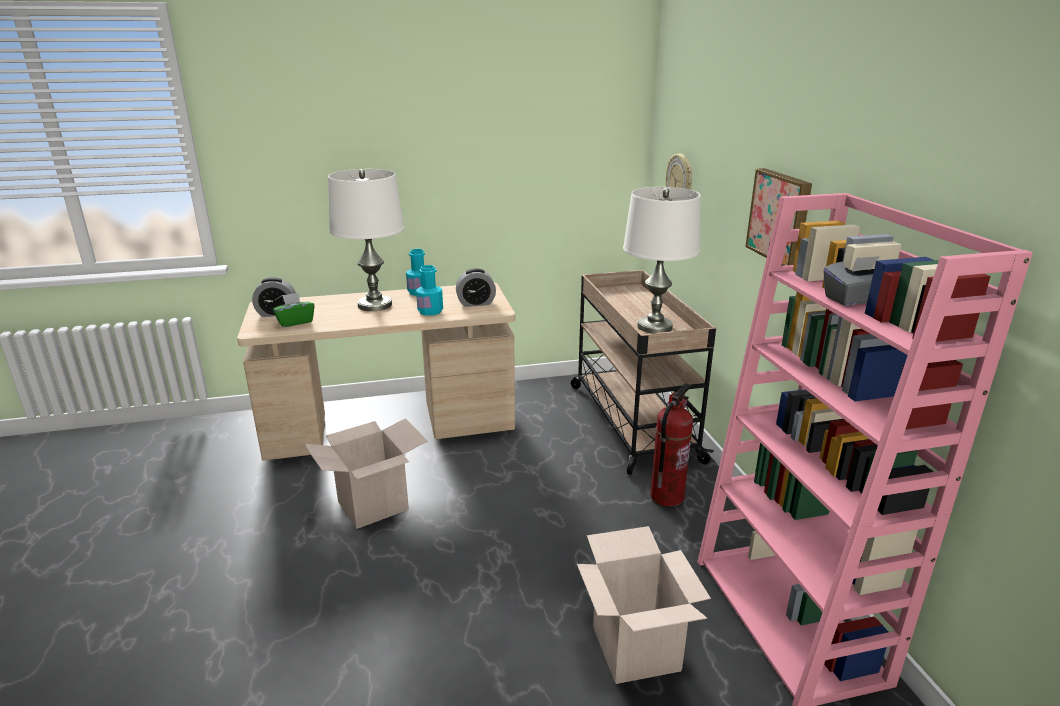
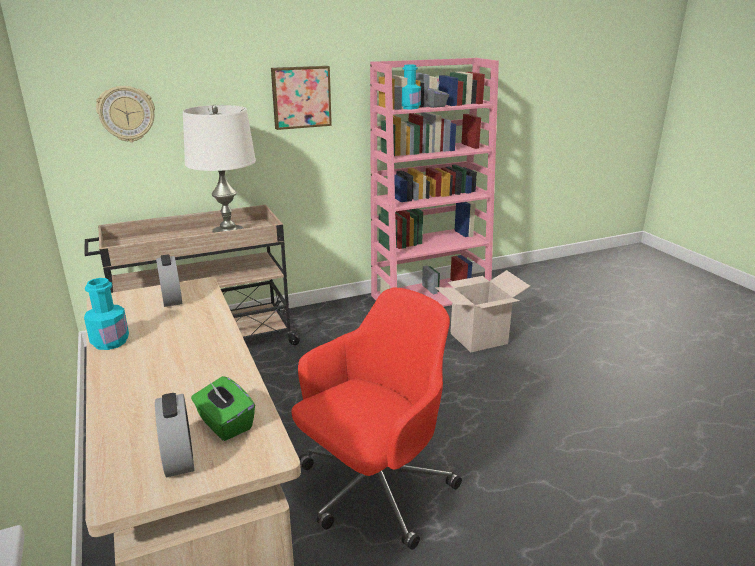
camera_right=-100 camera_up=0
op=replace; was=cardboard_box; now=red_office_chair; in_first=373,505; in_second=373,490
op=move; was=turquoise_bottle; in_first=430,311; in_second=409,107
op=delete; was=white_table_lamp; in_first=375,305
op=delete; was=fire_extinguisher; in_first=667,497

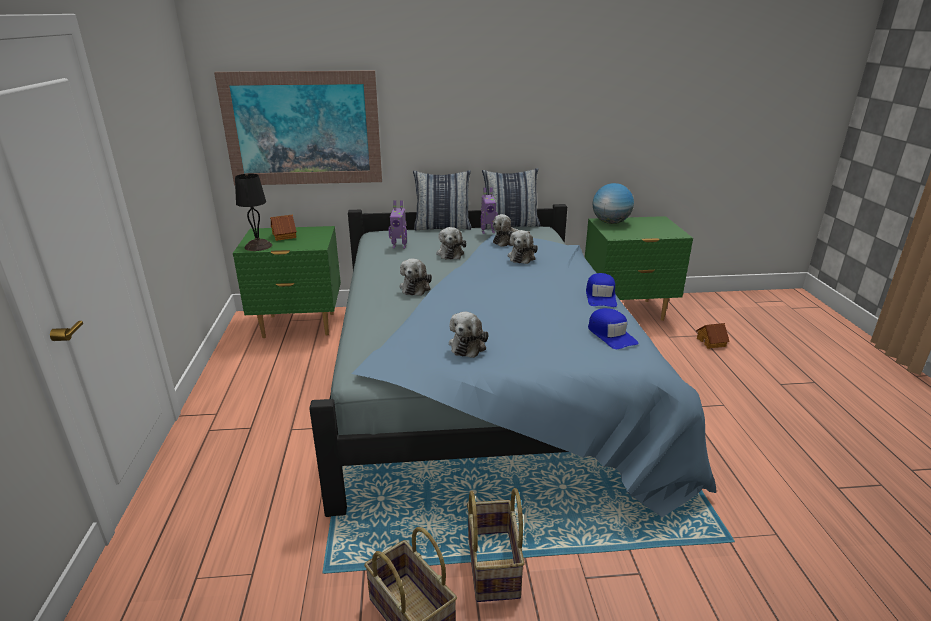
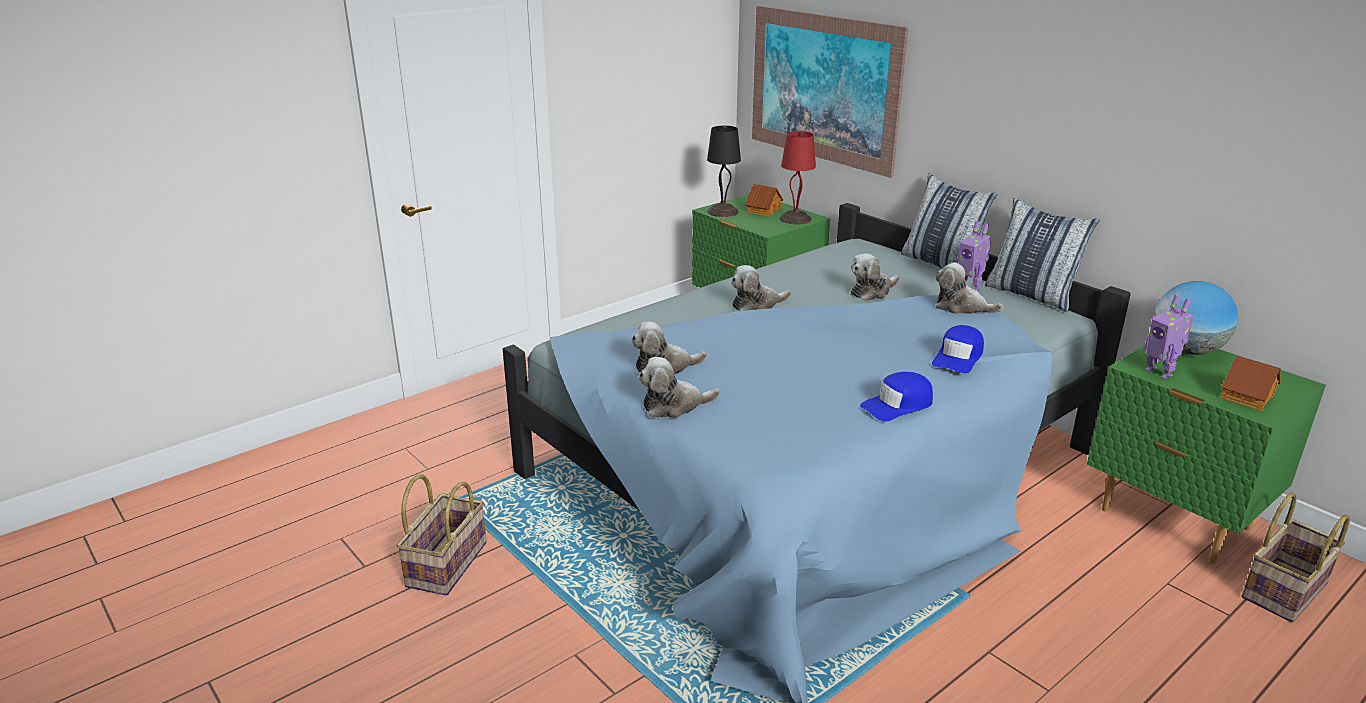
camera_right=55 camera_up=0
op=move; was=plush_toy; in_first=522,257; in_second=674,406
op=insert; now=red_table_lamp; in_second=795,218
op=move; was=blue_cap; in_first=611,335; in_second=958,357
op=move; was=toy_robot; in_first=399,246; in_second=1159,372
op=move; was=toy_house; in_first=711,342; in_second=1248,397
op=move; was=basket; in_first=494,566; in_second=1285,591

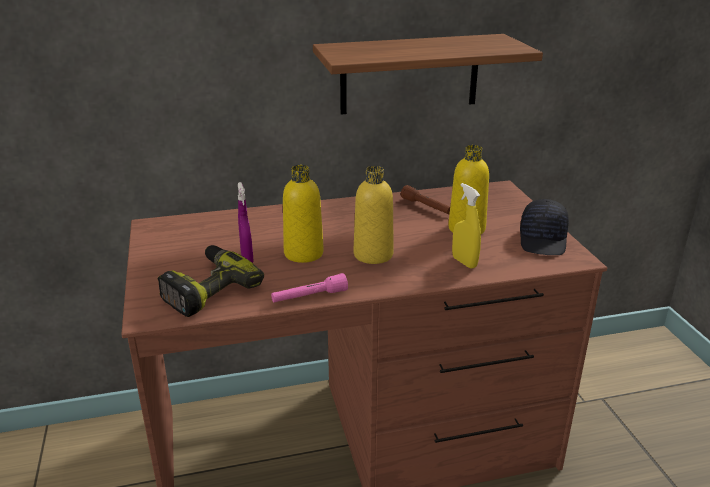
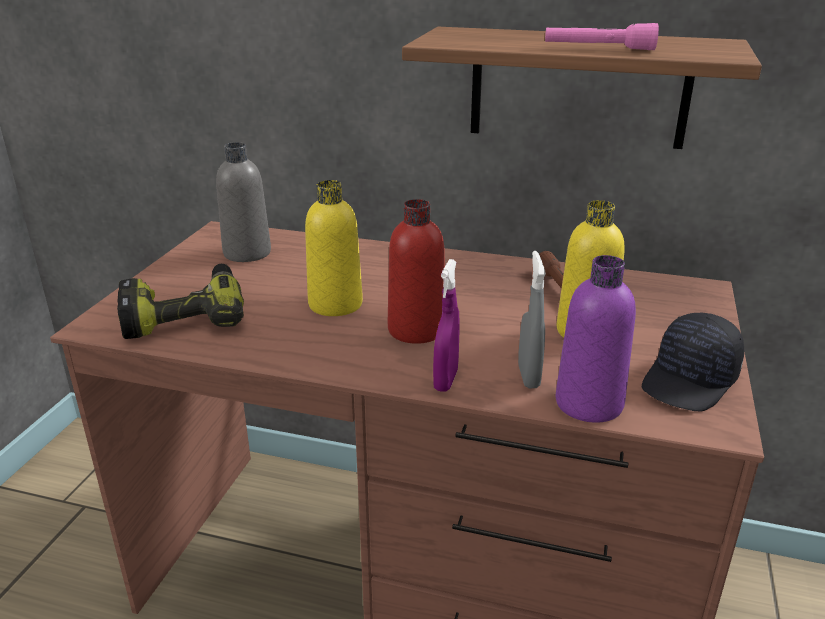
camera_right=30 camera_up=0
op=insert; now=grey_bottle; in_second=247,253
op=recolor; was=yellow_bottle; now=red_bottle; in_first=373,255; in_second=416,330
op=move; was=purple_spray_bottle; in_first=247,258; in_second=445,380
op=recolor; was=yellow_spray_bottle; now=grey_spray_bottle; in_first=464,262; in_second=528,376
op=move; was=pink_flashlight; in_first=309,297; in_second=598,49
op=insert; now=purple_bottle; in_second=589,403

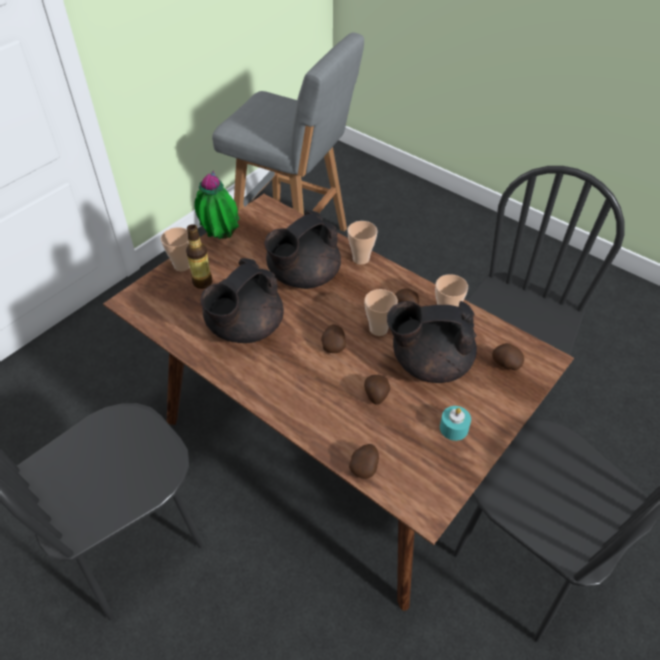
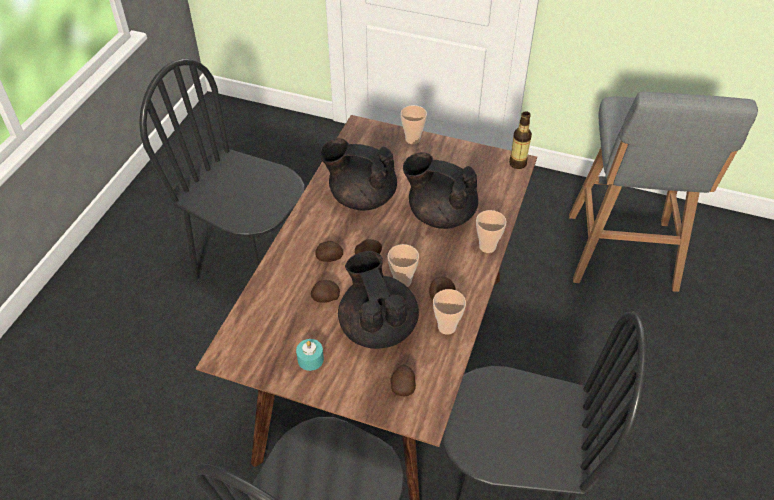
camera_right=70 camera_up=0
op=move; was=potato; in_first=365,467; in_second=330,258
op=move; was=bottle; in_first=202,282; in_second=517,163
op=delete; was=potted_plant; in_first=220,238

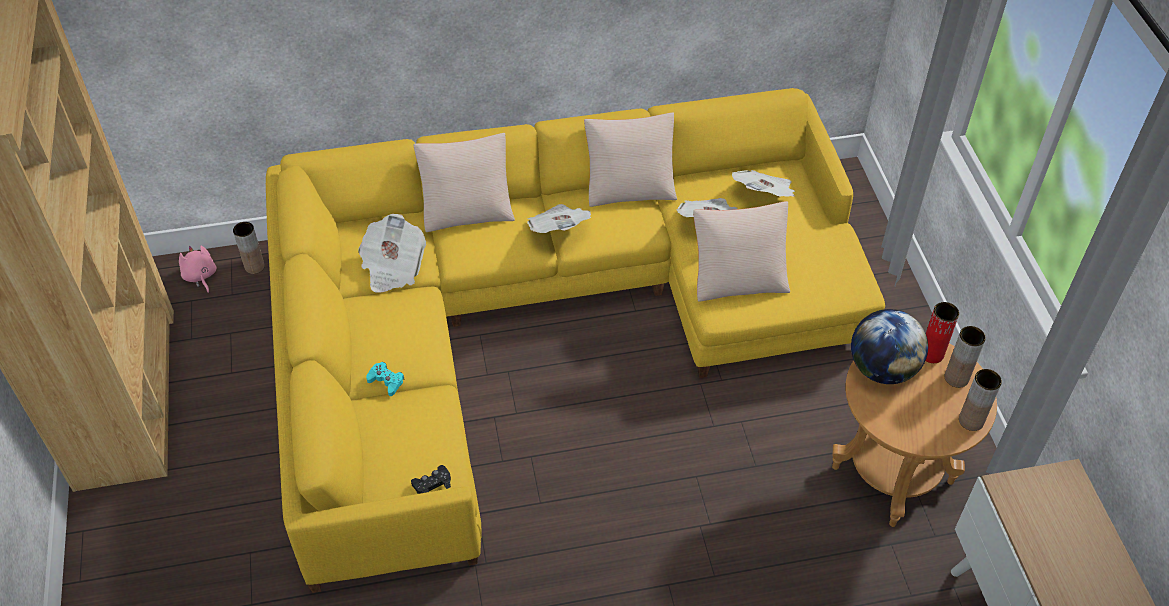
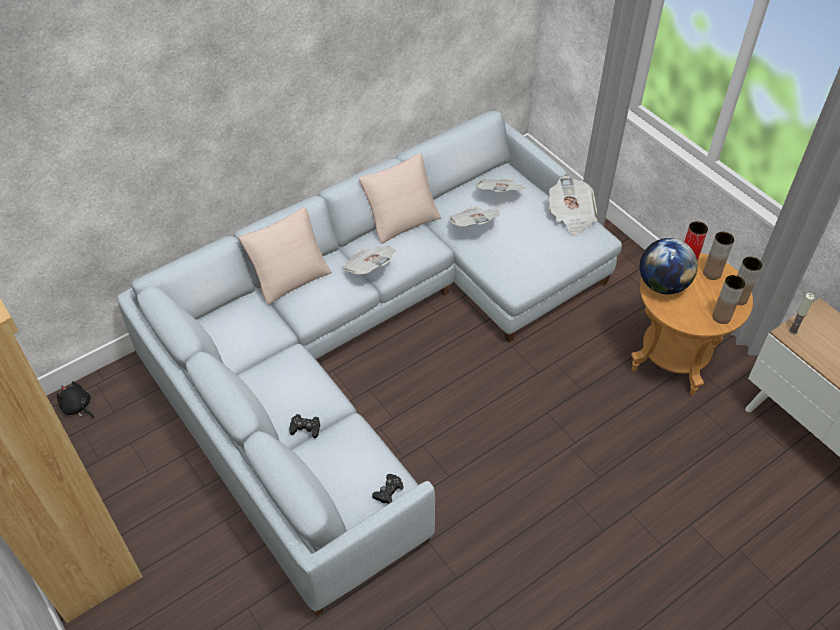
camera_right=-25 camera_up=0
op=recolor; was=pink_plush_toy; now=black_plush_toy; in_first=200,276; in_second=78,407
op=recolor; was=yellow_sofa; now=grey_sofa; in_first=542,319; in_second=372,341
op=recolor; was=turquoise_game_controller; now=black_game_controller; in_first=386,381; in_second=305,428
op=move; was=newspaper; in_first=393,267; in_second=571,216
op=move; was=brown_vase; in_first=254,266; in_second=721,316
op=insert; now=candle; in_second=793,330
op=delete; was=beige_pillow; in_first=738,277

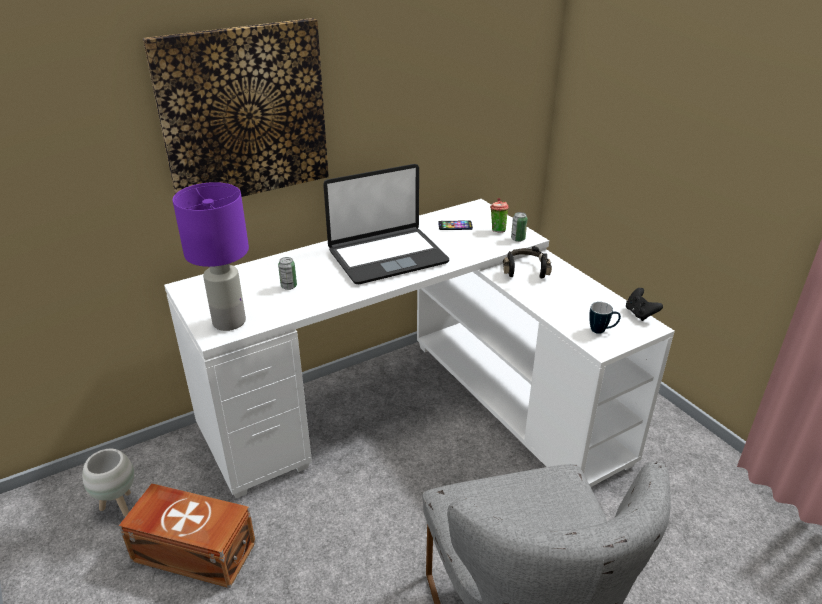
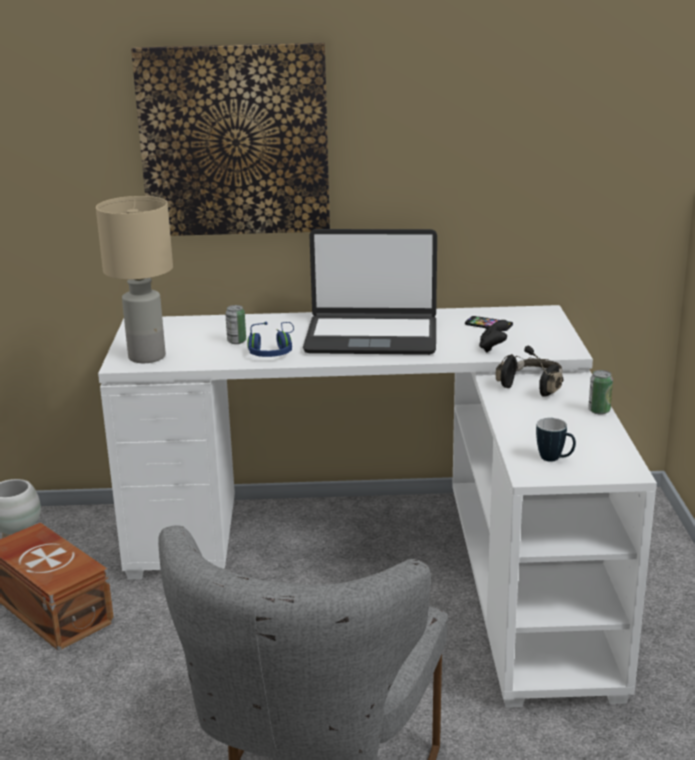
camera_right=30 camera_up=-10
op=recolor; was=purple_table_lamp; now=beige_table_lamp; in_first=228,322; in_second=146,357
op=insert; now=blue_headphones; in_second=272,350
op=move; was=black_game_controller; in_first=640,314; in_second=493,348
op=move; was=can; in_first=518,239; in_second=599,411
op=delete; was=cup; in_first=497,230

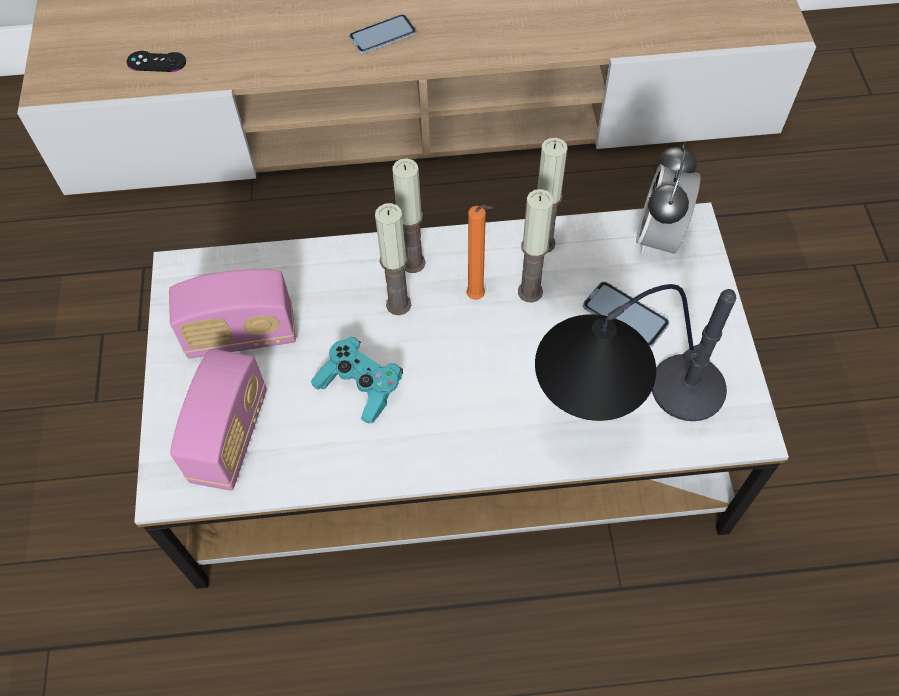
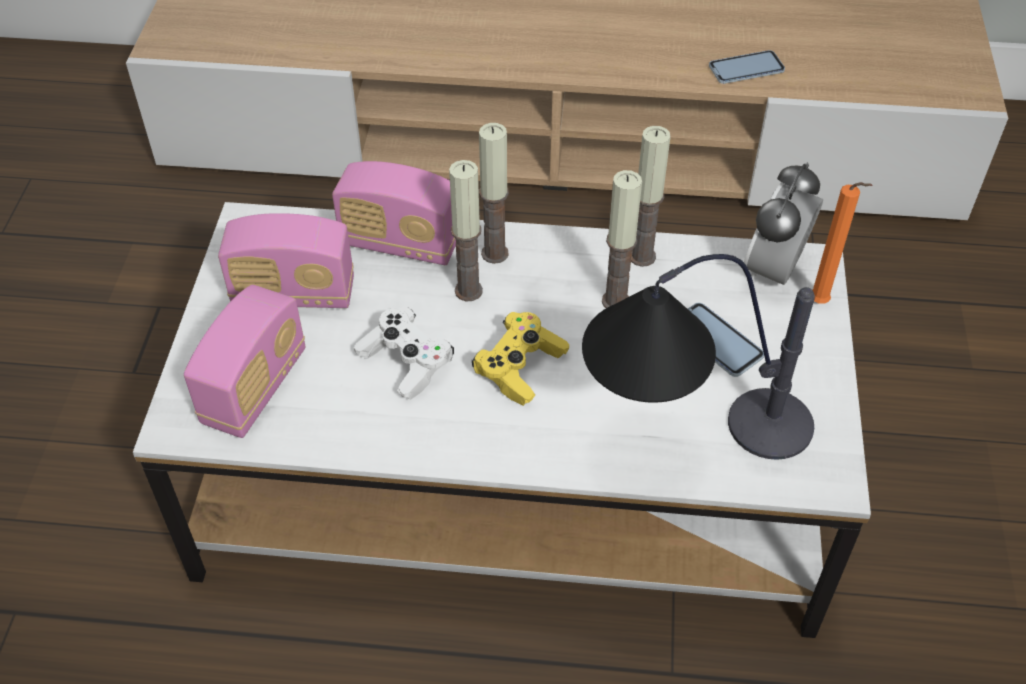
camera_right=10 camera_up=-10
op=insert; now=radio; in_second=400,243
op=recolor; was=turquoise_game_controller; now=white_game_controller; in_first=360,386; in_second=406,362
op=insert; now=yellow_game_controller; in_second=519,368
op=move; was=phone; in_first=382,35; in_second=746,69
op=move; was=orange_candle; in_first=478,297; in_second=821,304
op=delete; was=black_game_controller; in_first=156,62

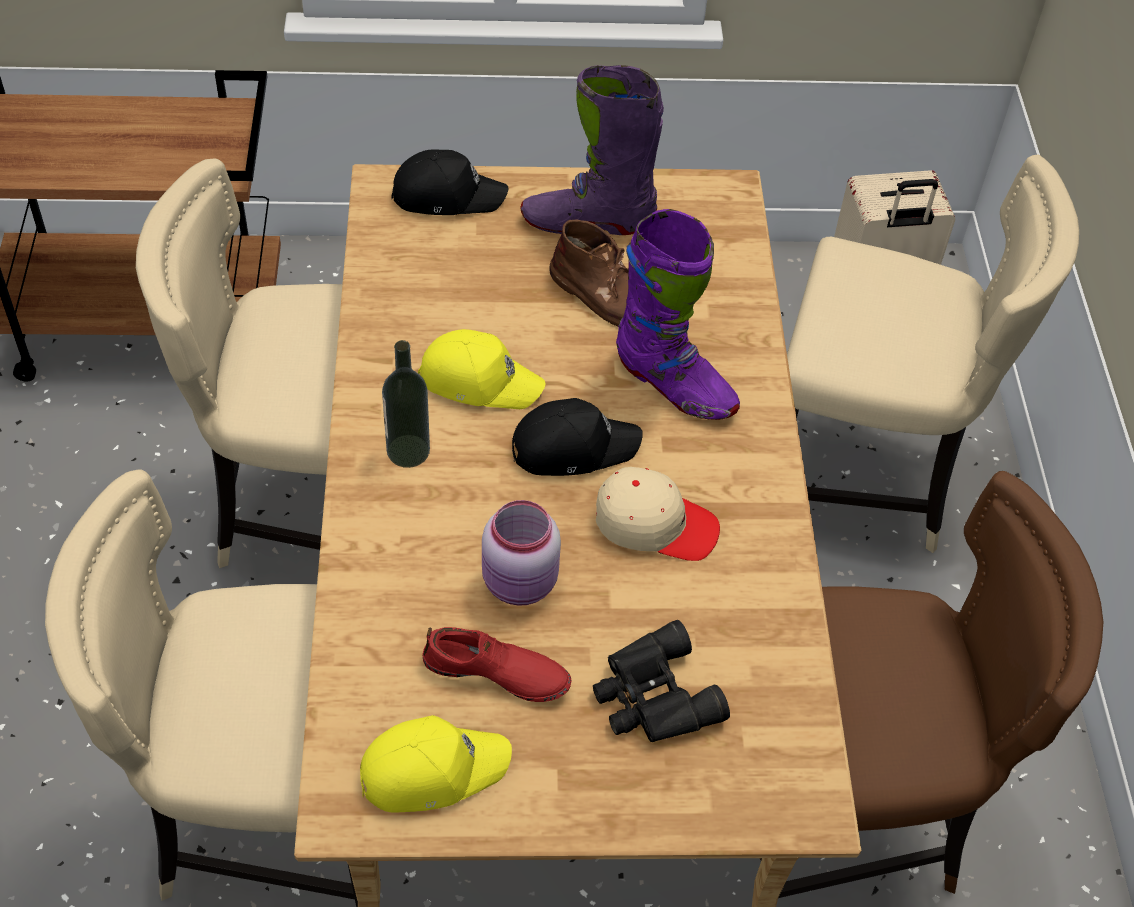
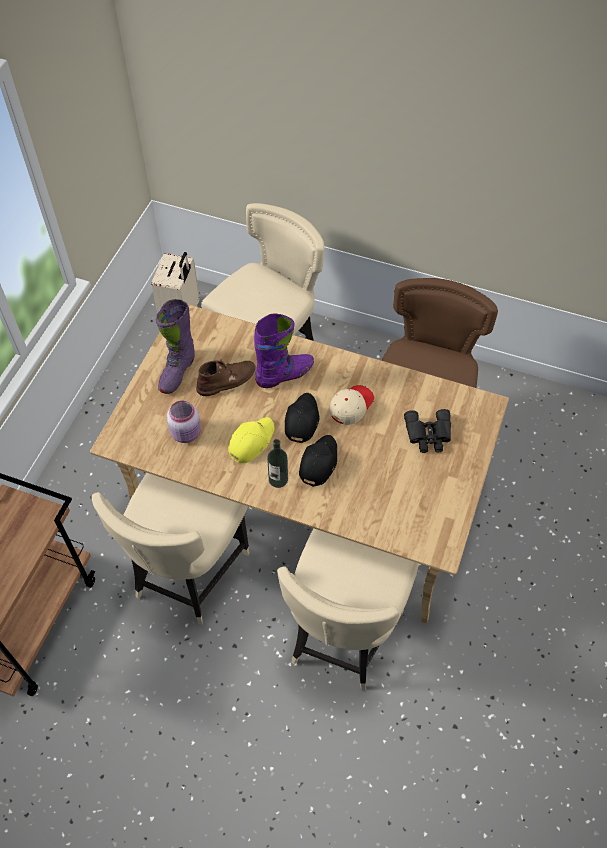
camera_right=-65 camera_up=5
op=move; was=pink_jar; in_first=520,584; in_second=187,433
op=move; was=black_cap; in_first=447,195; in_second=318,462
op=delete; was=yellow_cap; in_first=431,769
op=delete; was=red_shoe; in_first=496,674

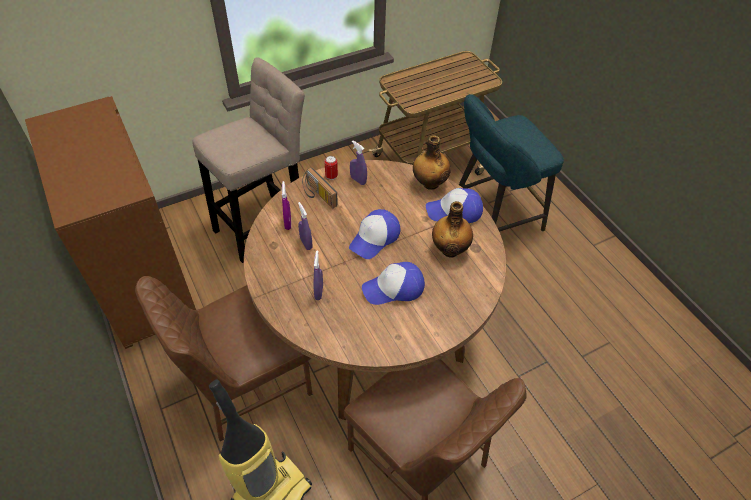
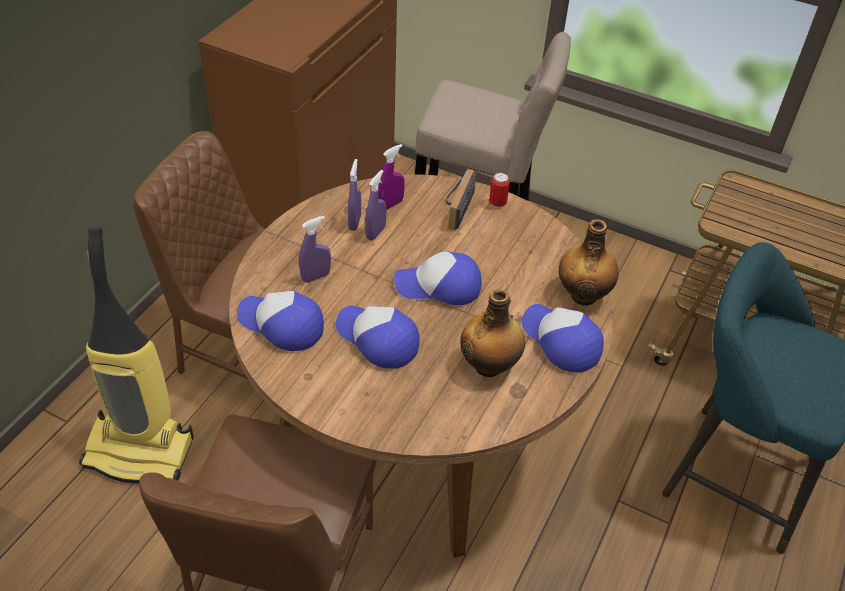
camera_right=55 camera_up=-5
op=insert; now=cap; in_second=281,325
op=move; was=purple_spray_bottle; in_first=358,180; in_second=354,222

